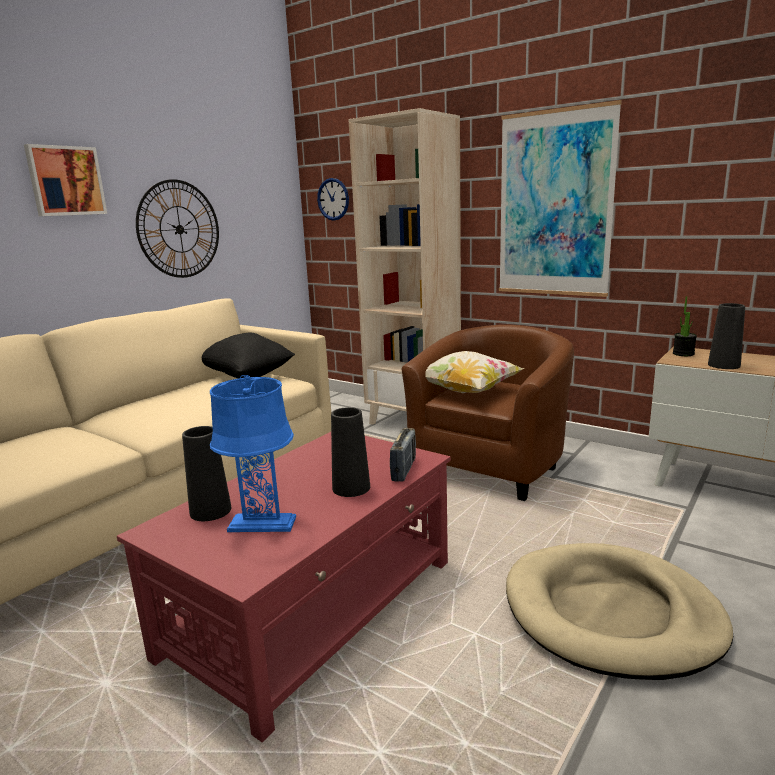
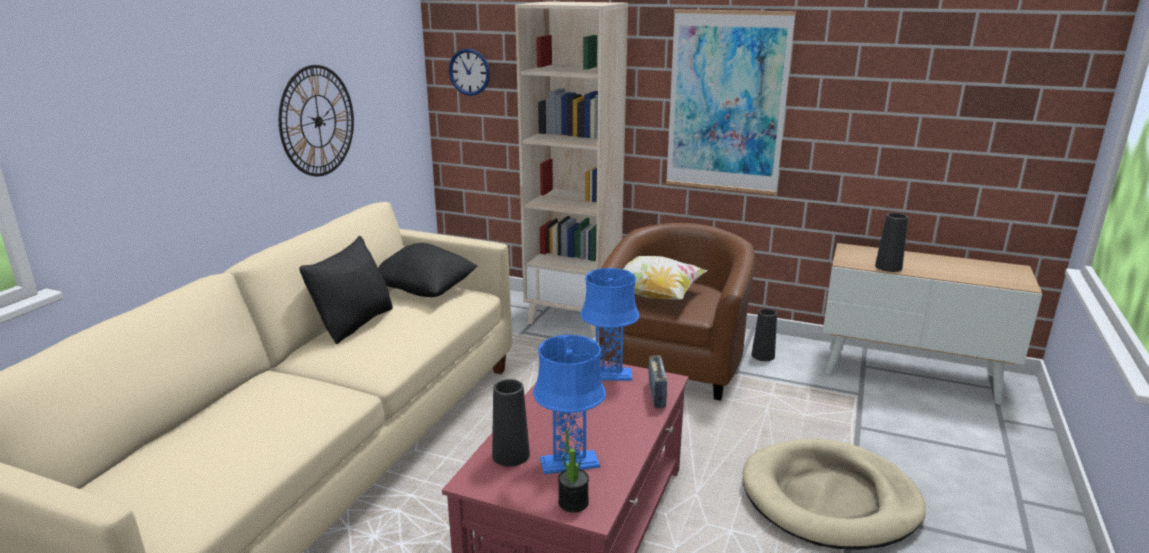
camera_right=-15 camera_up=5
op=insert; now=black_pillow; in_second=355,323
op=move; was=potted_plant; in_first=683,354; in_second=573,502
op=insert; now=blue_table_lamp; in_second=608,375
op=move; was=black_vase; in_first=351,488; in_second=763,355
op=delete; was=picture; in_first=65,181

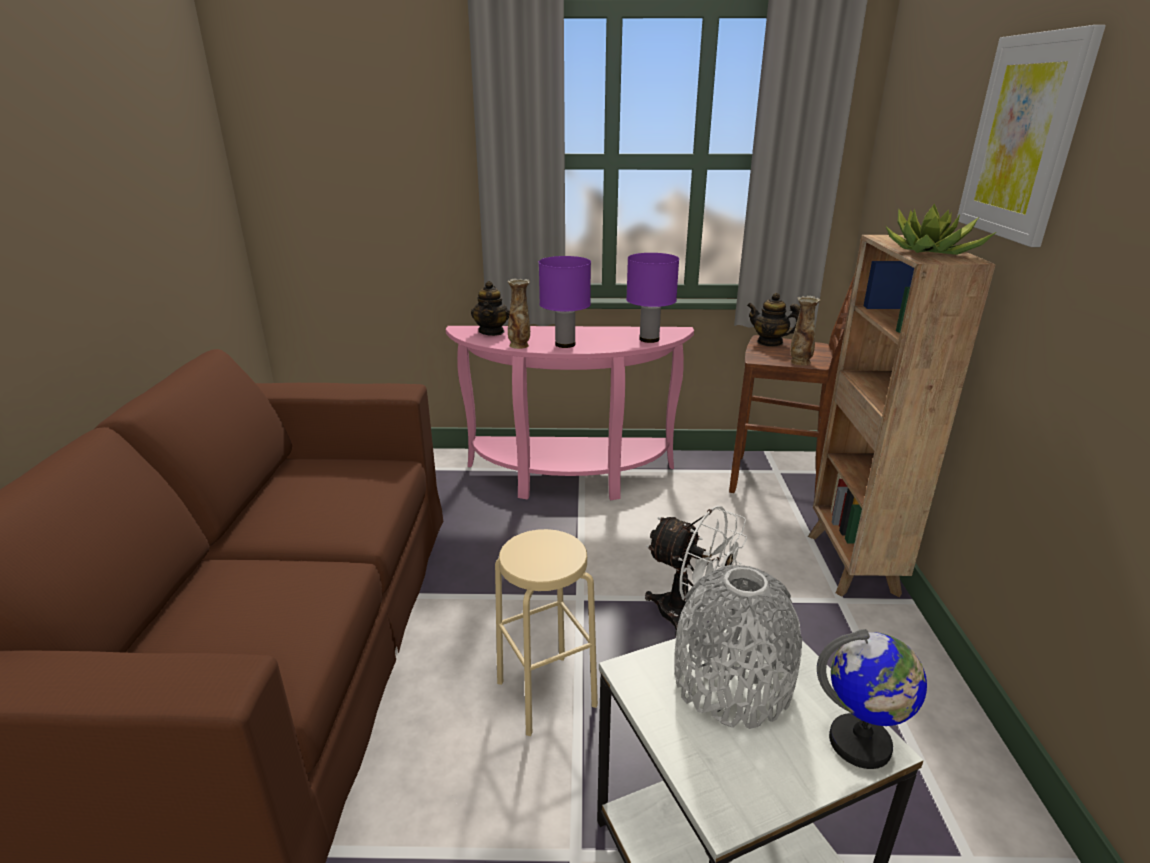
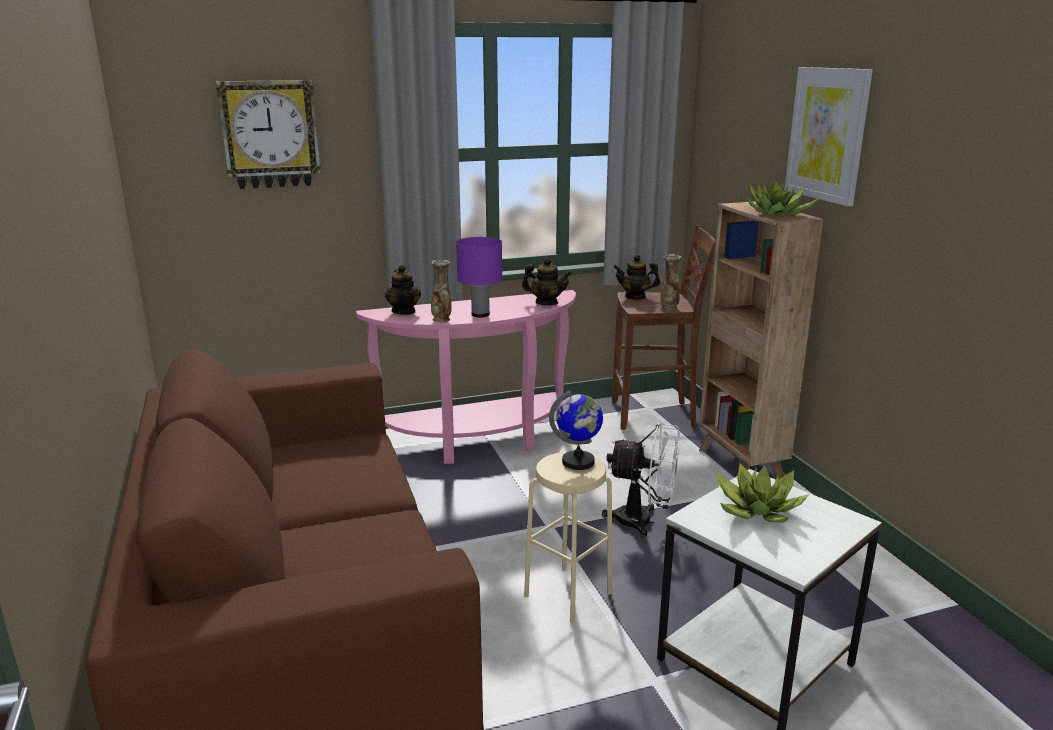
camera_right=-20 camera_up=-5
op=insert; now=wall_clock; in_second=270,134
op=replace; was=purple_table_lamp; now=teapot; in_first=649,339; in_second=546,303
op=move; was=globe; in_first=860,744; in_second=578,462
op=replace; was=grey_vase; now=potted_plant; in_first=732,682; in_second=755,510

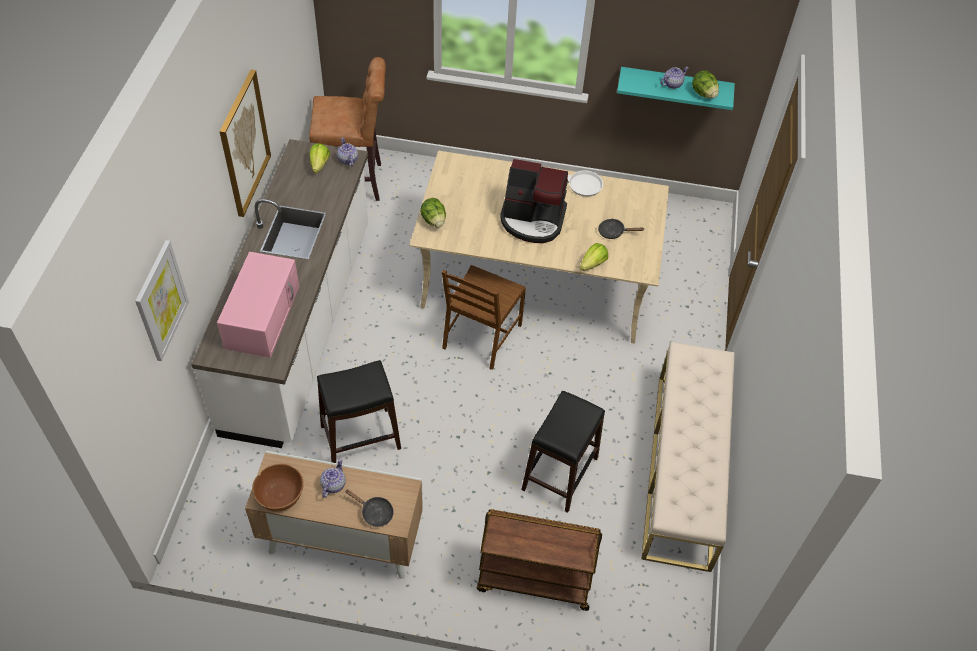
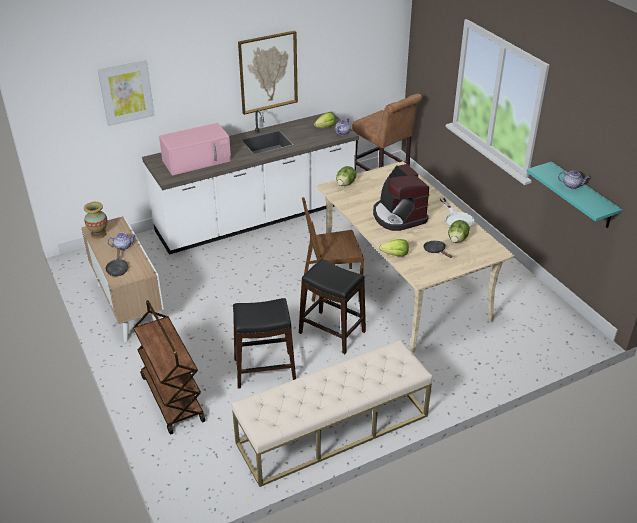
camera_right=55 camera_up=-15
op=replace; was=brown_bowl; now=vase; in_first=280,496; in_second=98,234
op=move; was=black_stool; in_first=361,437; in_second=332,332
op=move; was=lettuce; in_first=703,94; in_second=457,239

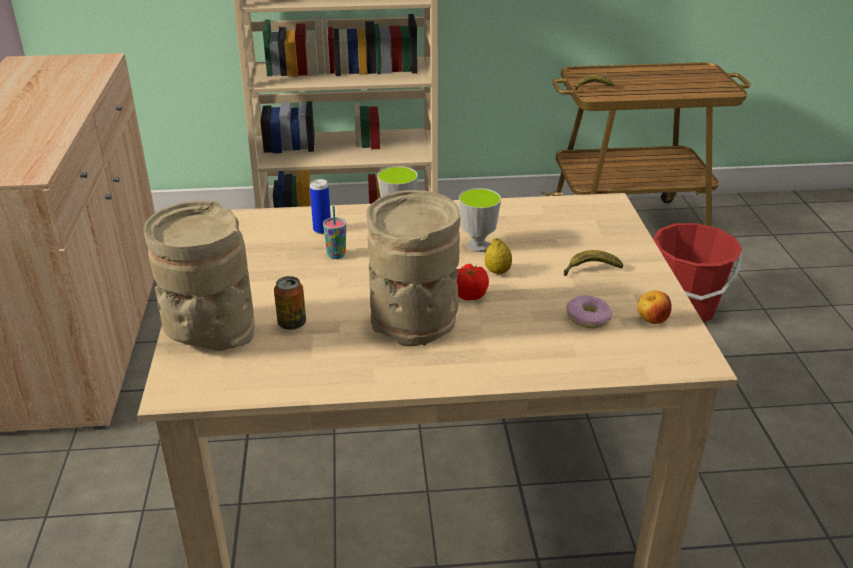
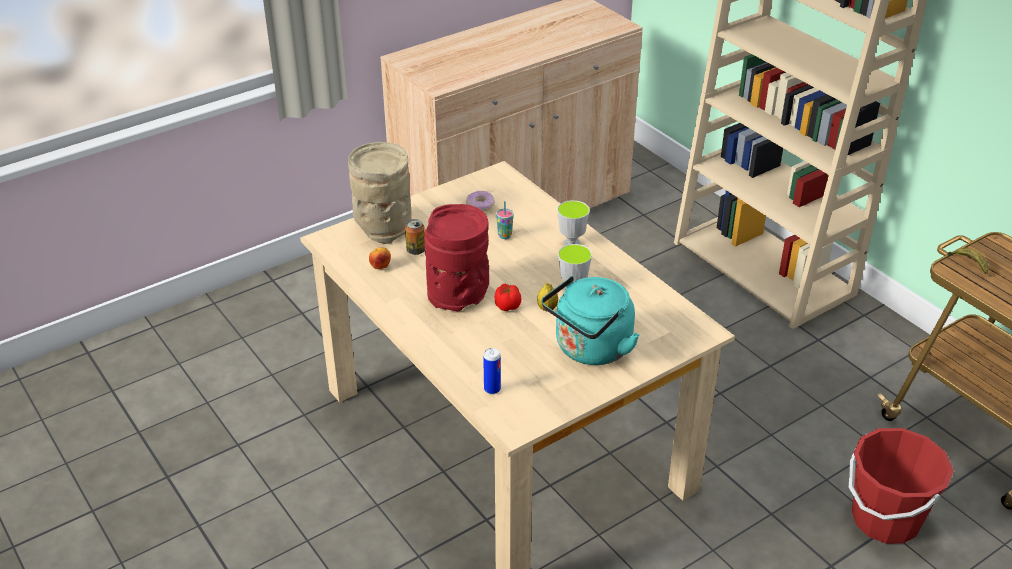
camera_right=60 camera_up=5
op=move; was=apple; in_first=651,321; in_second=380,267
op=recolor; was=beige_vase; now=red_vase; in_first=415,320; in_second=459,294
op=move; was=donut; in_first=588,318; in_second=480,205
op=move; was=can; in_first=322,230; in_second=492,389
op=replace; was=banana; now=turquoise_kettle; in_first=590,269; in_second=590,350

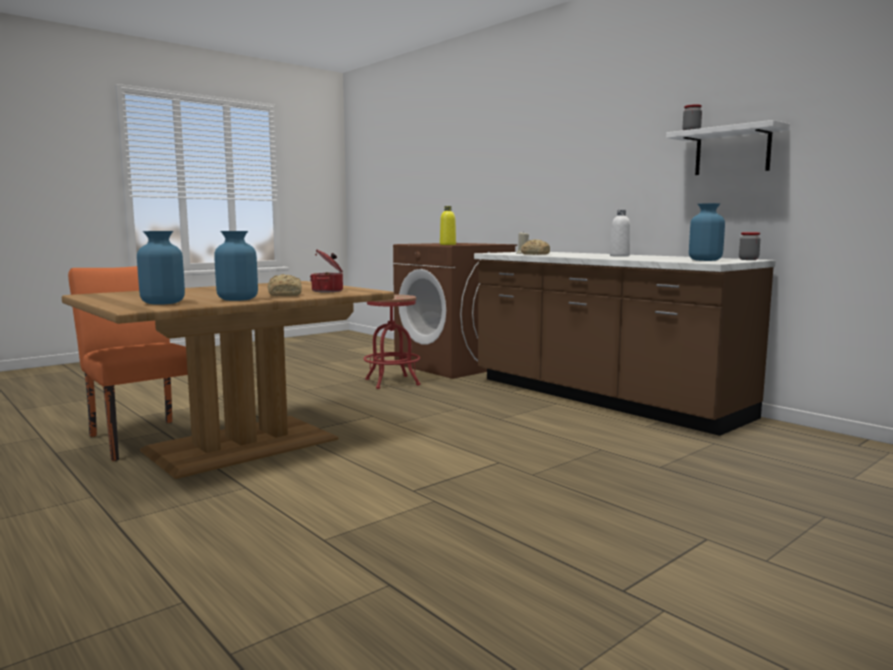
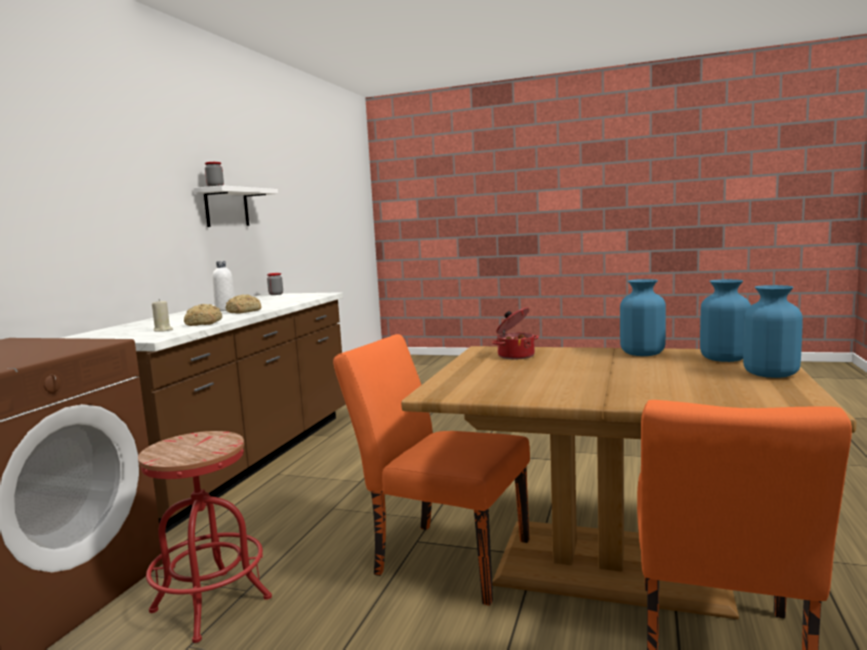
camera_right=-120 camera_up=0
op=move; was=bread; in_first=285,295; in_second=243,312
op=insert; now=orange_chair; in_second=441,558
op=move; was=blue_vase; in_first=705,260; in_second=770,374
op=delete; was=yellow_bottle; in_first=447,244

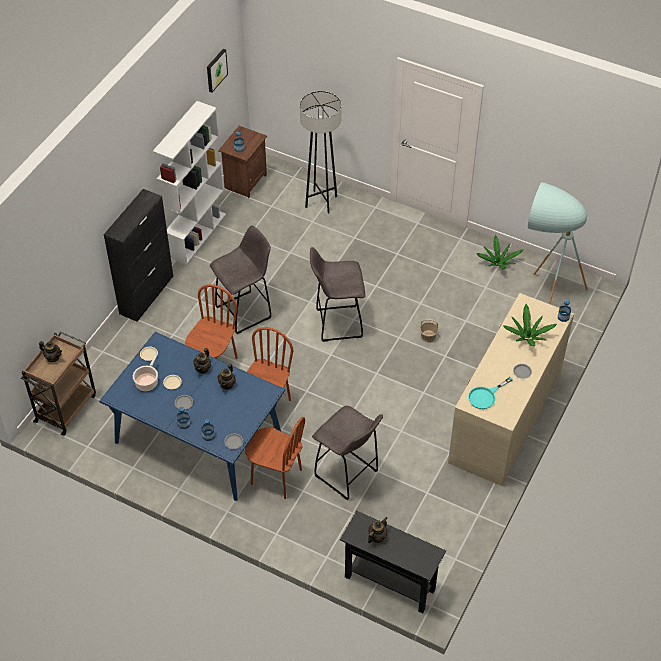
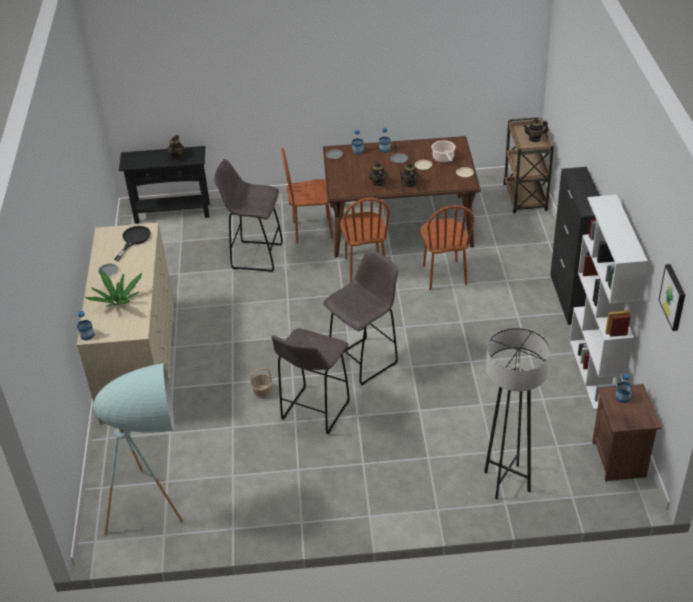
camera_right=150 camera_up=-10
op=recolor; was=turquoise_frying_pan; now=black_frying_pan; in_first=485,396; in_second=134,240
op=move; was=grey_stool; in_first=245,312; in_second=314,412
op=recolor; was=blue_dining_table; now=brown_dining_table; in_first=199,438; in_second=399,226
op=delete; was=potted_plant; in_first=498,262

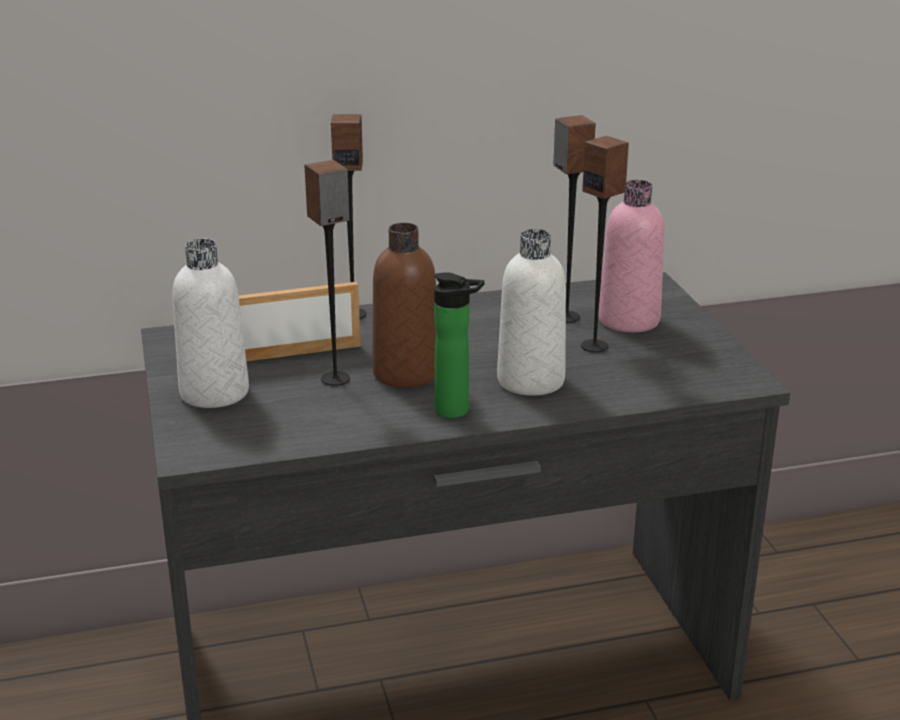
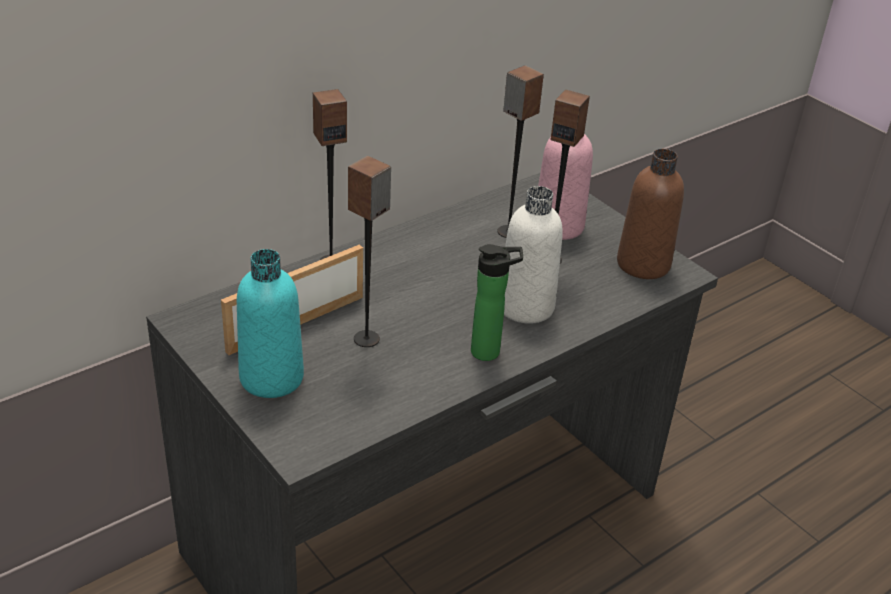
camera_right=-25 camera_up=10
op=recolor; was=white_bottle; now=turquoise_bottle; in_first=214,392; in_second=271,378
op=move; was=brown_bottle; in_first=406,373; in_second=643,264

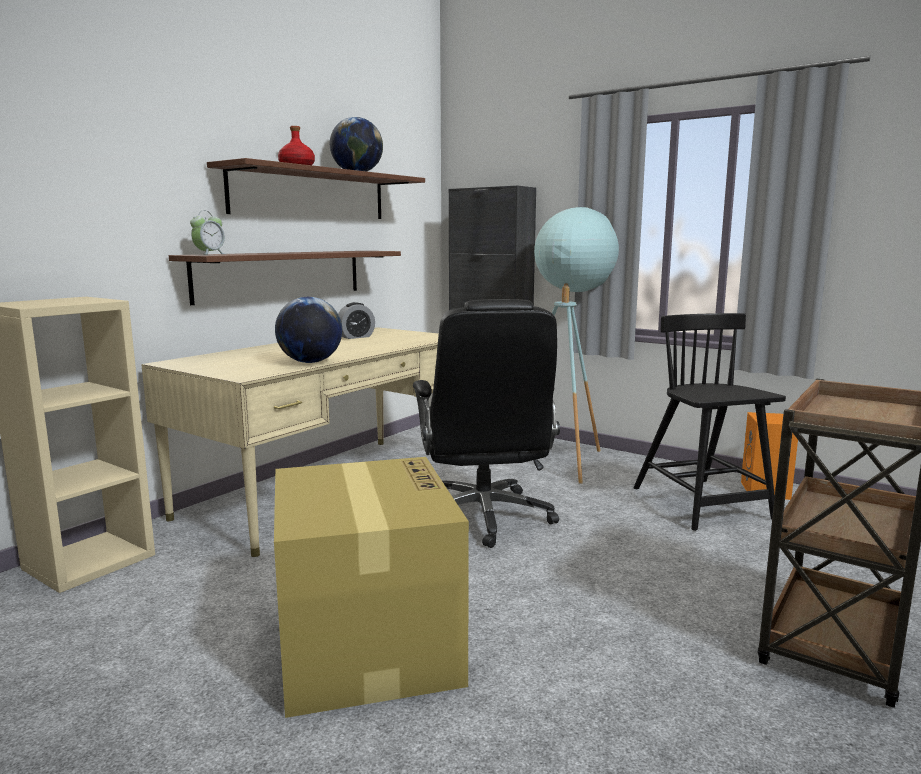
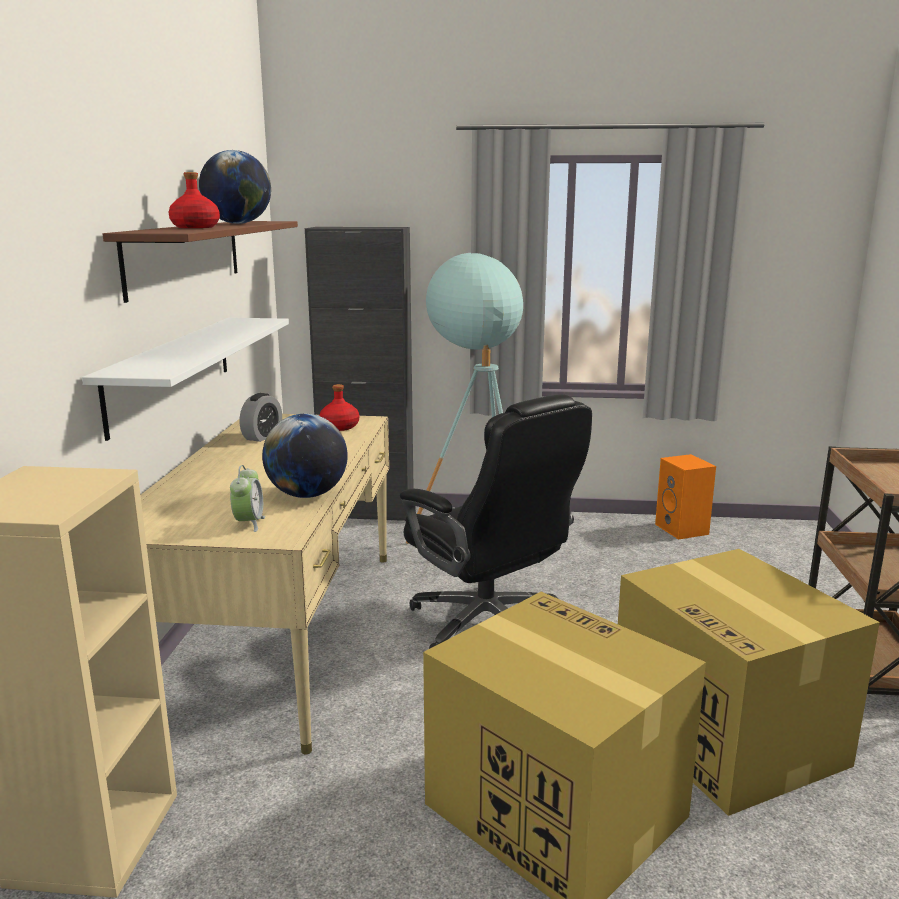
camera_right=-30 camera_up=5
op=recolor; was=brown_shelf; now=white_shelf; in_first=281,274; in_second=172,371
op=move; was=alarm_clock; in_first=209,254; in_second=249,523
op=insert; now=red_bottle; in_second=339,427
op=insert; now=cardboard_box; in_second=728,736
op=delete; was=black_chair; in_first=702,504

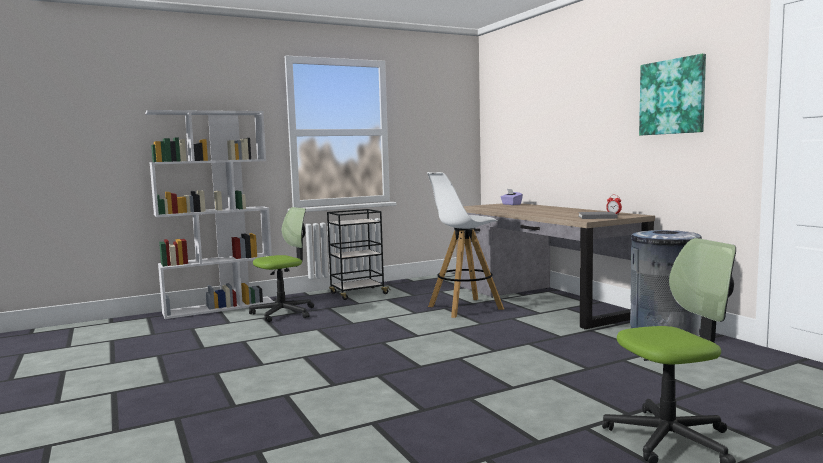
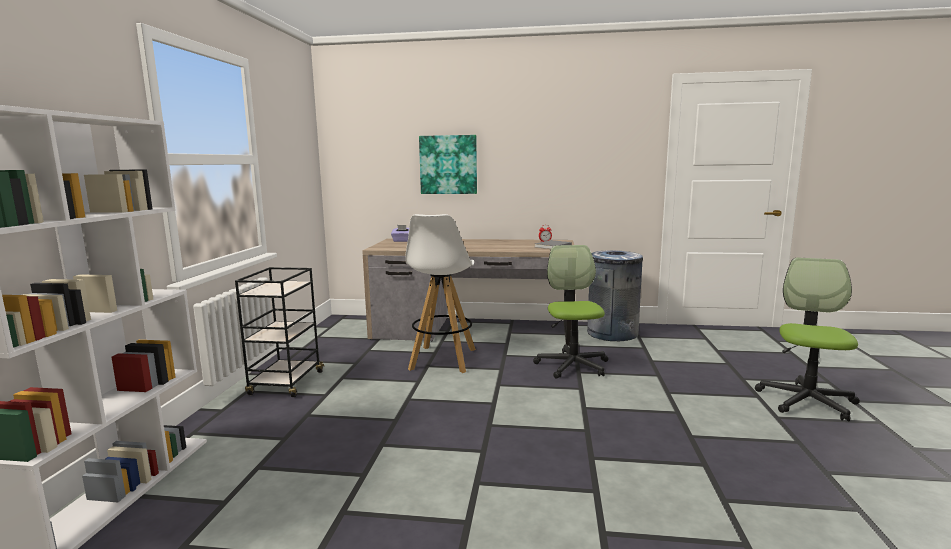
camera_right=-55 camera_up=5
op=move; was=picture; in_first=672,97; in_second=448,164
op=move; was=office_chair; in_first=283,313; in_second=572,365

